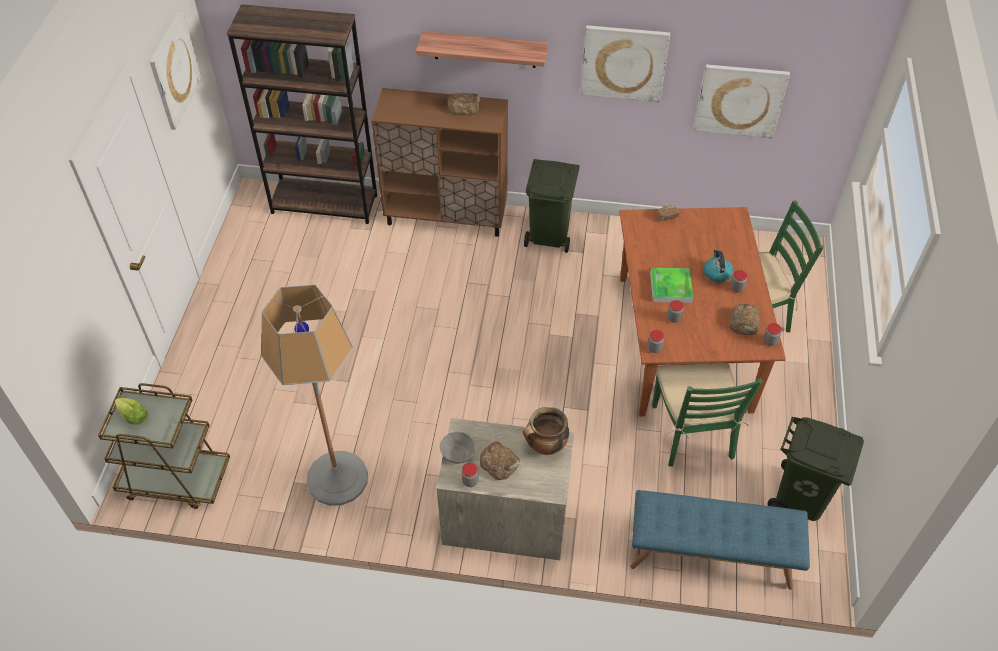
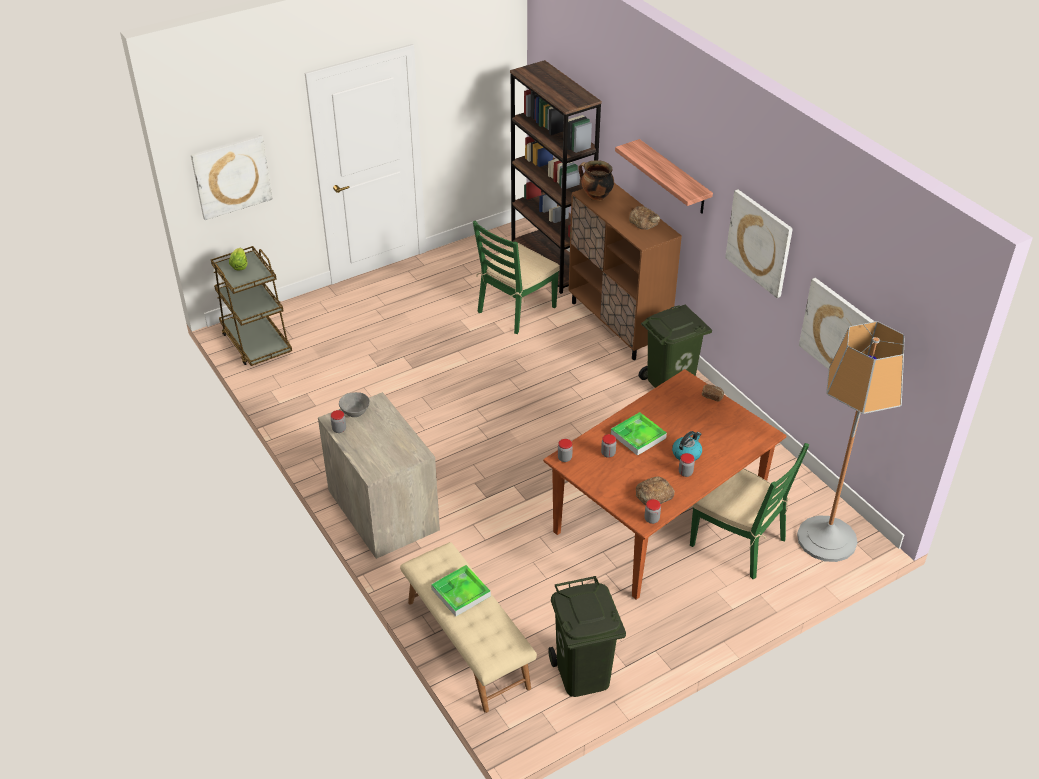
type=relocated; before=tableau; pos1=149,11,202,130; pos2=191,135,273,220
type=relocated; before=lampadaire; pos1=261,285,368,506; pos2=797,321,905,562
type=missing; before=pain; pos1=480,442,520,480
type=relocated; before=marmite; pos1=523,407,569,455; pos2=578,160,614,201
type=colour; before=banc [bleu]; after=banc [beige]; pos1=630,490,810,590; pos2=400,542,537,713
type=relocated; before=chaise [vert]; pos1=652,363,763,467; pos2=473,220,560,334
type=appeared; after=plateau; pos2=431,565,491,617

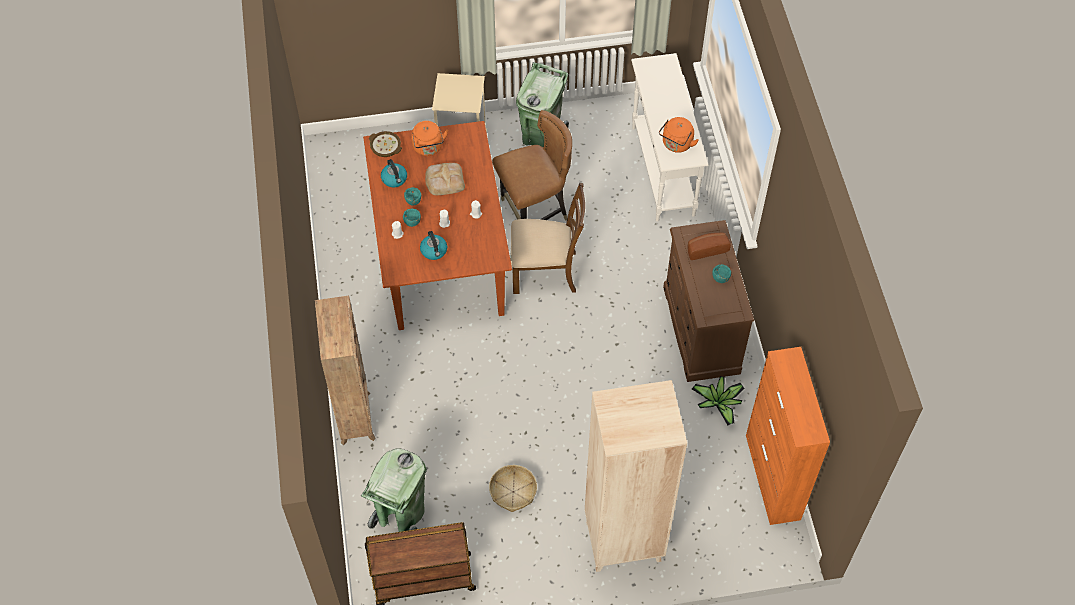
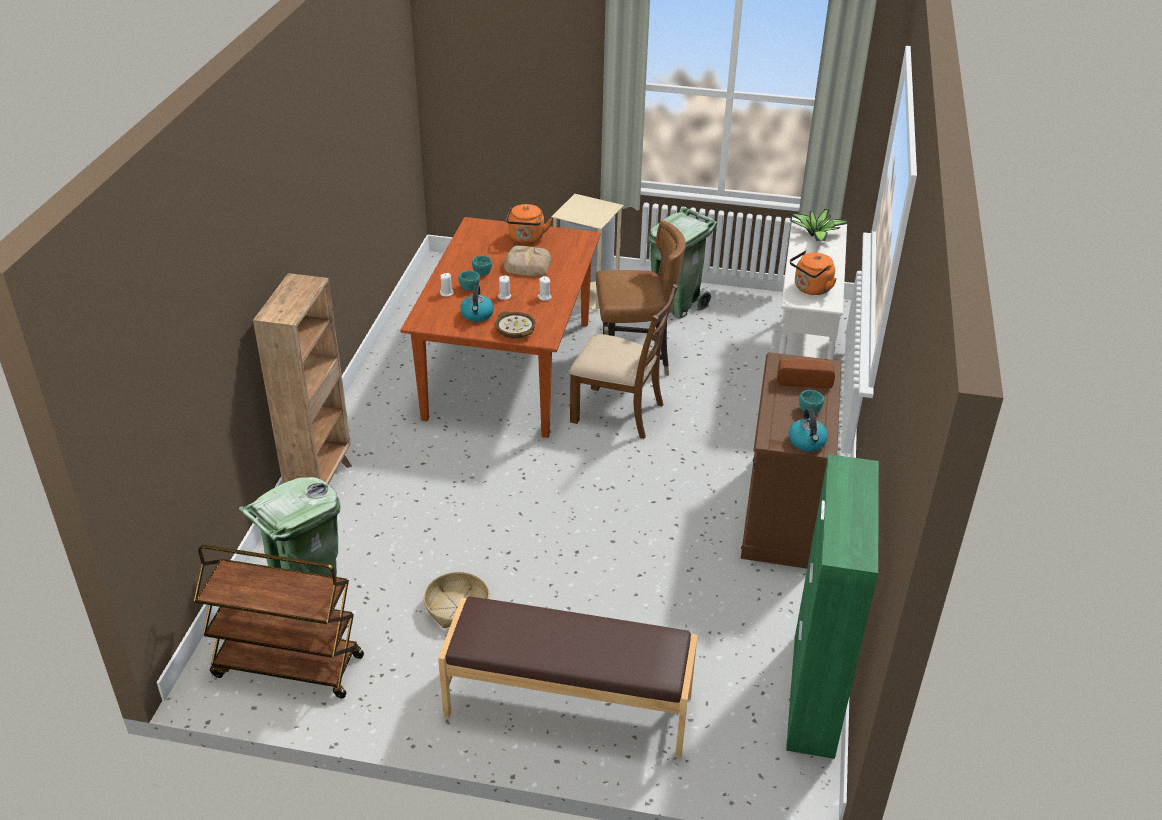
type=relocated; before=bol; pos1=369,131,402,157; pos2=495,311,536,339
type=relocated; before=bouilloire; pos1=381,159,407,187; pos2=788,409,828,451
type=exchanged; before=bibliothèque [beige]; after=banc [marron]; pos1=585,380,687,572; pos2=438,596,698,758
type=relocated; before=plante en pot; pos1=692,376,744,425; pos2=790,209,848,241
type=colour; before=meuble de rangement [orange]; after=meuble de rangement [vert]; pos1=746,347,830,525; pos2=786,454,879,759

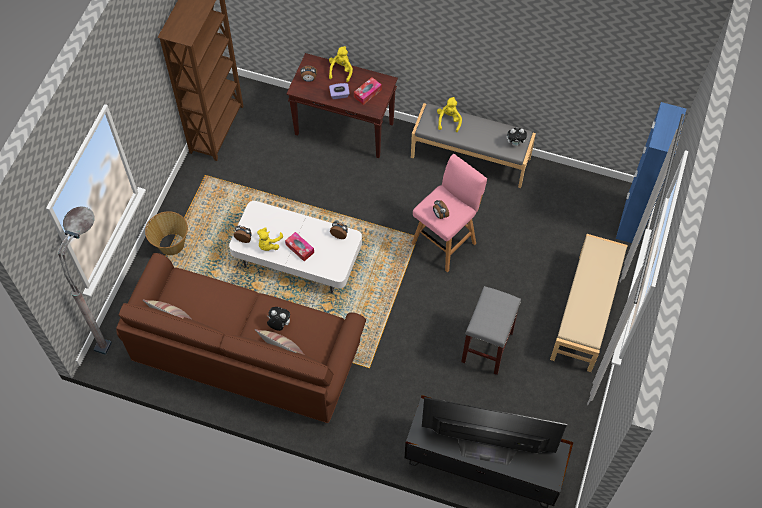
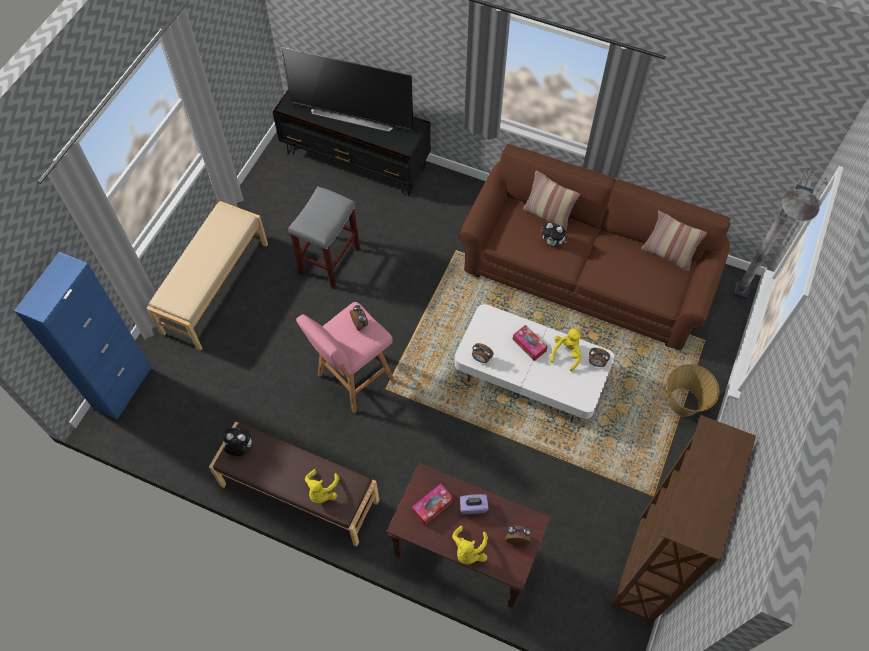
type=colour; before=banc [gris]; after=banc [marron]; pos1=411,103,536,188; pos2=209,422,379,547

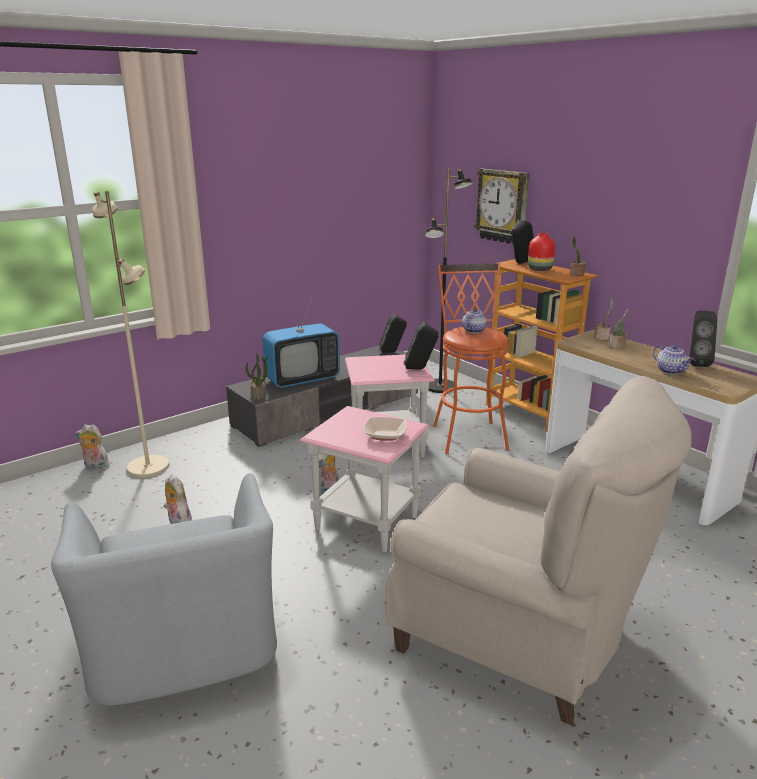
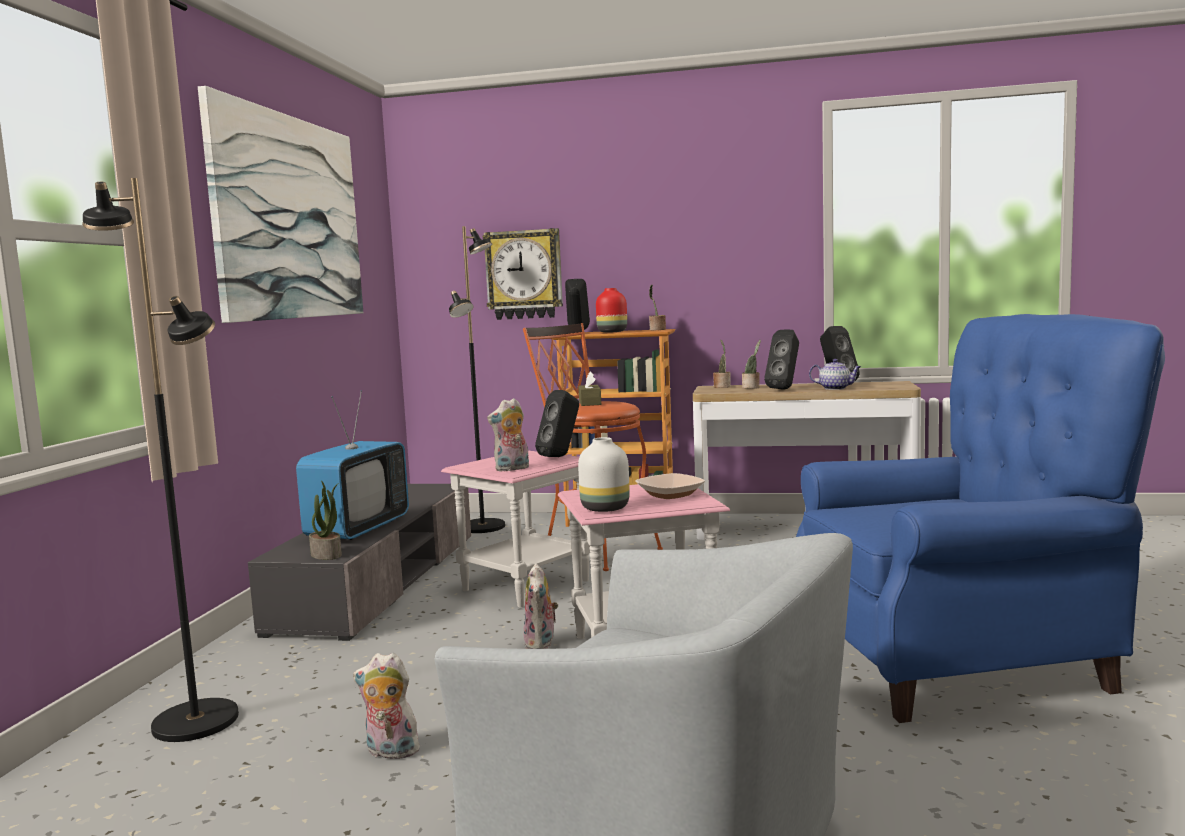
type=relocated; before=peluche; pos1=75,424,110,471; pos2=487,398,529,472
type=colour; before=lampadaire [beige]; after=lampadaire [noir]; pos1=92,191,169,478; pos2=82,178,239,742
type=relocated; before=enceinte [noir]; pos1=379,314,407,353; pos2=764,330,799,390
type=colour; before=fauteuil [beige]; after=fauteuil [bleu]; pos1=385,376,692,725; pos2=796,314,1165,723
type=exchanged; before=théière; after=boîte à mouchoirs [marron]; pos1=462,308,486,333; pos2=578,371,601,406
type=appeared; after=tableau; pos2=198,86,363,323
type=appeared; after=vase [blanc]; pos2=578,437,630,512

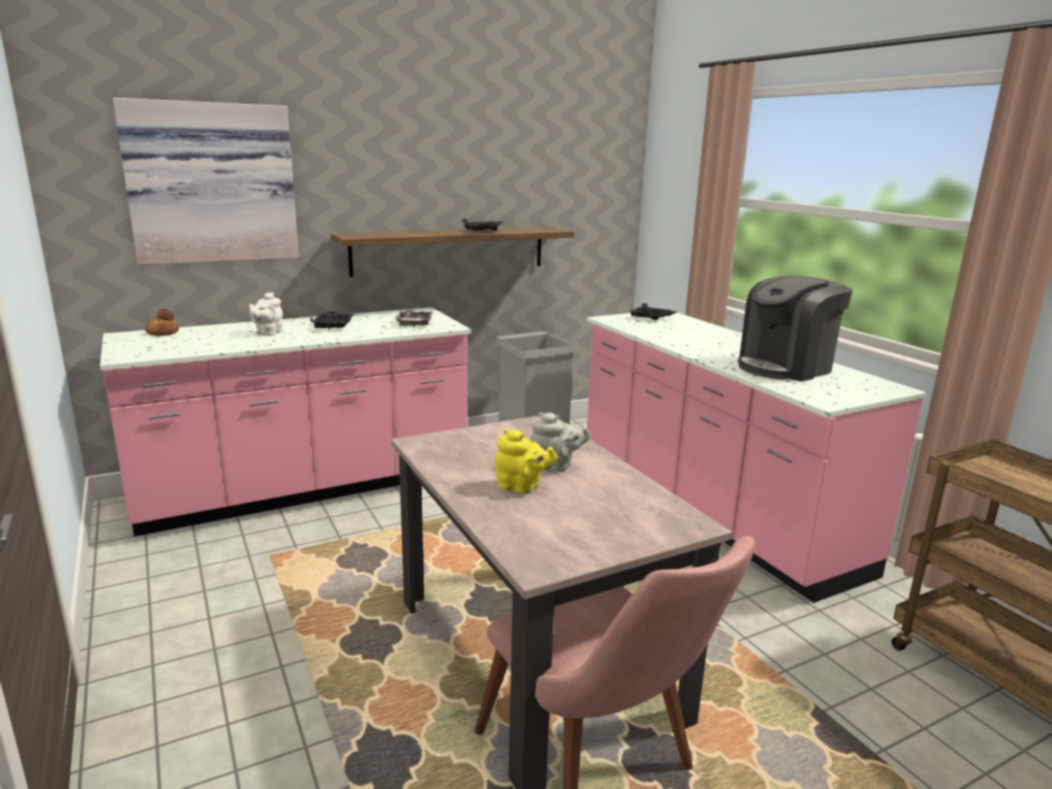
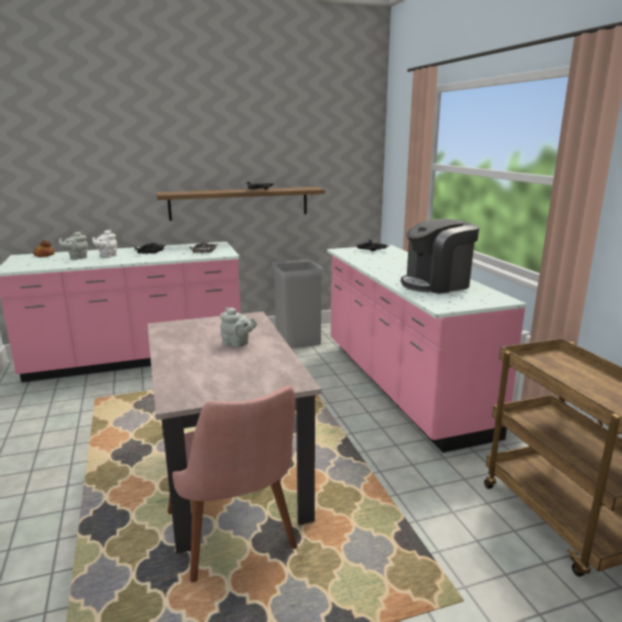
type=missing; before=tableau; pos1=113,98,299,265
type=missing; before=théière [jaune]; pos1=495,429,557,493
type=appeared; after=théière [gris]; pos2=59,232,88,260

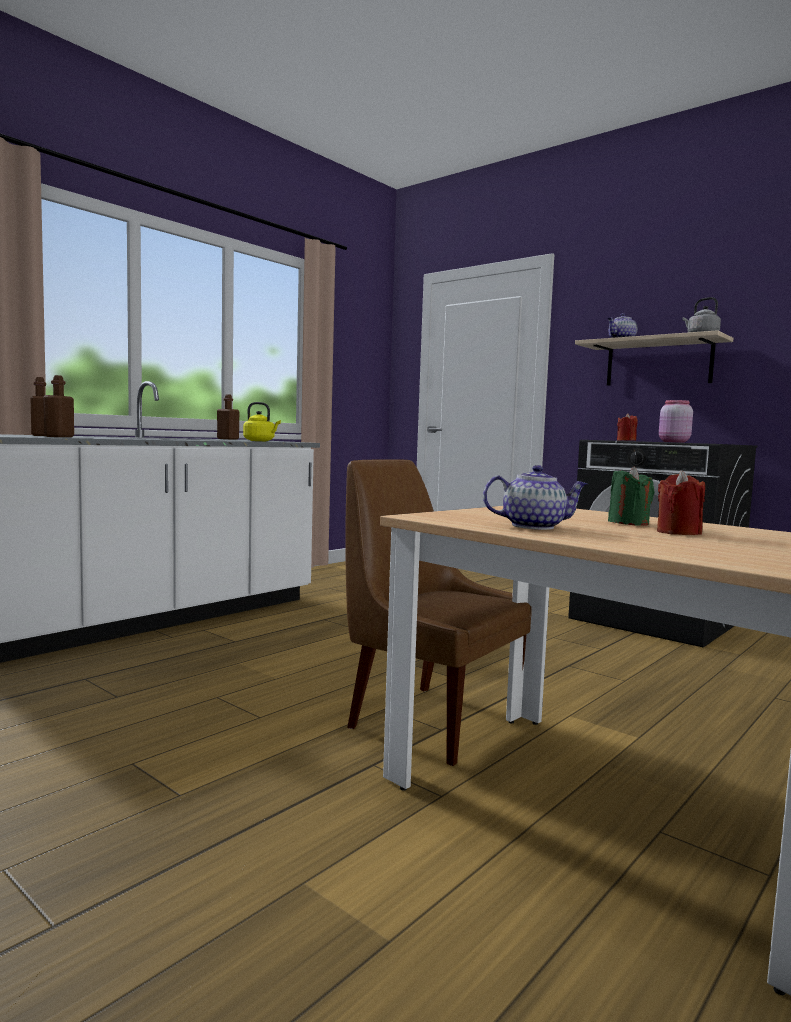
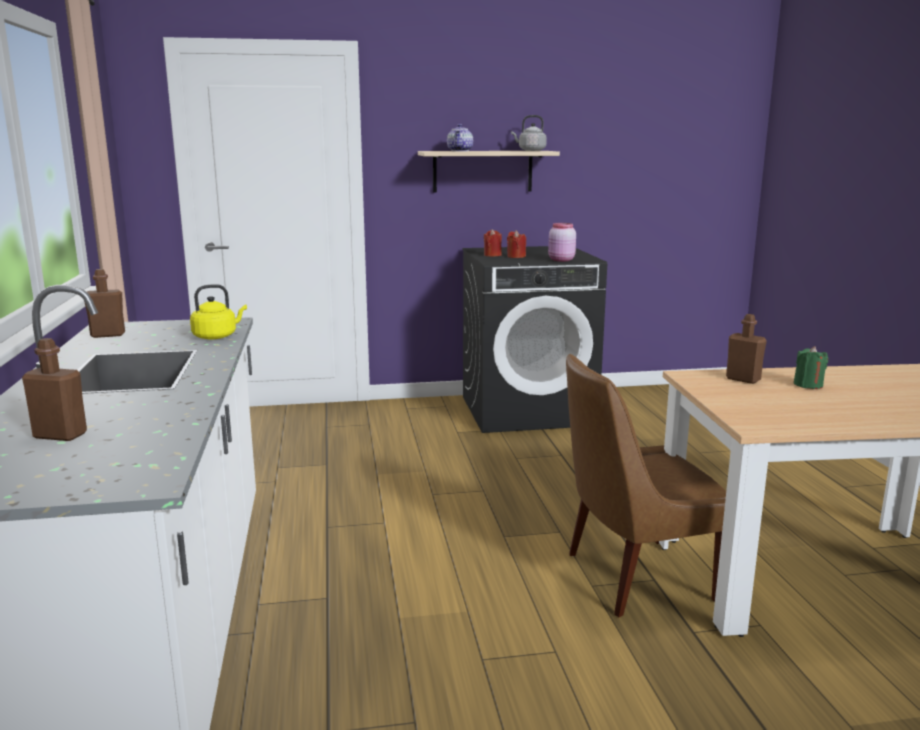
type=relocated; before=bouteille [marron]; pos1=43,375,74,437; pos2=726,314,767,384
type=missing; before=théière; pos1=483,465,588,530
type=relocated; before=bougie [rouge]; pos1=657,470,705,535; pos2=507,230,526,258

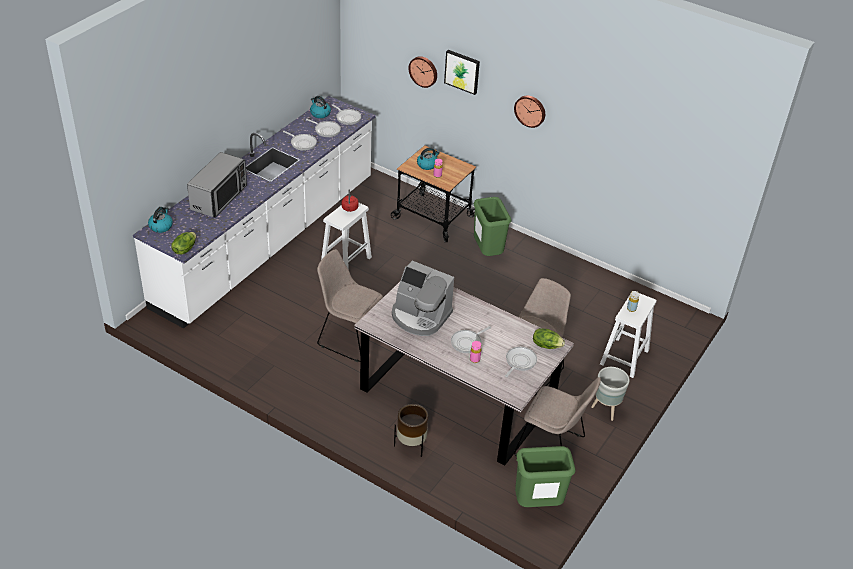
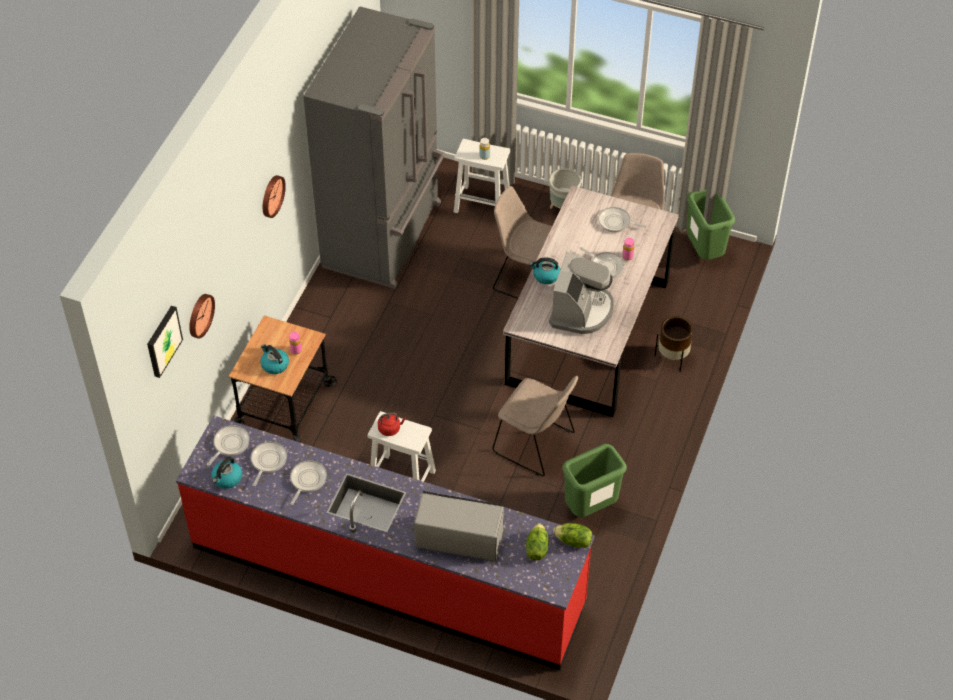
type=colour; before=comptoir de cuisine [blanc]; after=comptoir de cuisine [rouge]; pos1=133,96,375,328; pos2=176,415,595,671
type=relocated; before=bouilloire; pos1=148,207,173,233; pos2=529,257,561,284
type=spun; before=chaise [beige]; pos1=317,249,383,362; pos2=492,376,578,476; turn=-75
type=relocated; before=tableau; pos1=444,50,480,95; pos2=147,306,183,378
type=relocated; before=poubelle [vert]; pos1=473,197,512,256; pos2=562,444,627,517
type=relocated; before=laitue; pos1=533,328,565,349; pos2=526,523,549,560
type=appeared; after=réfrigérateur [gris]; pos2=303,6,445,289

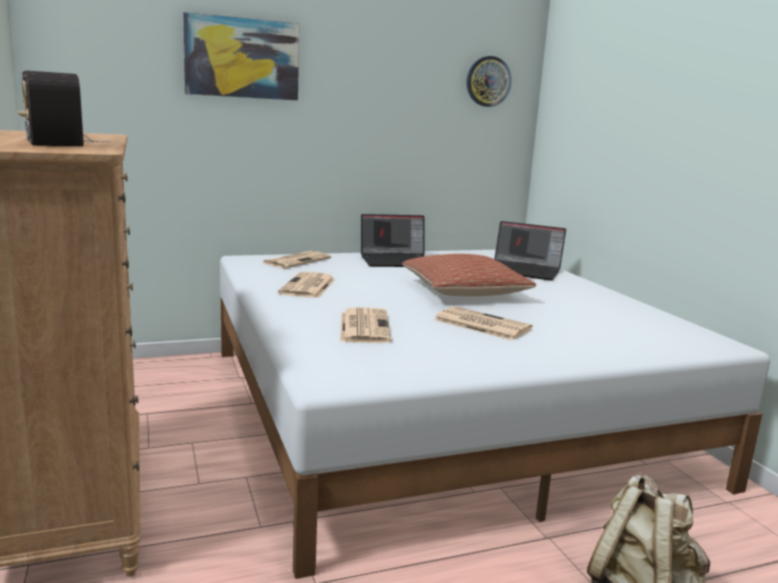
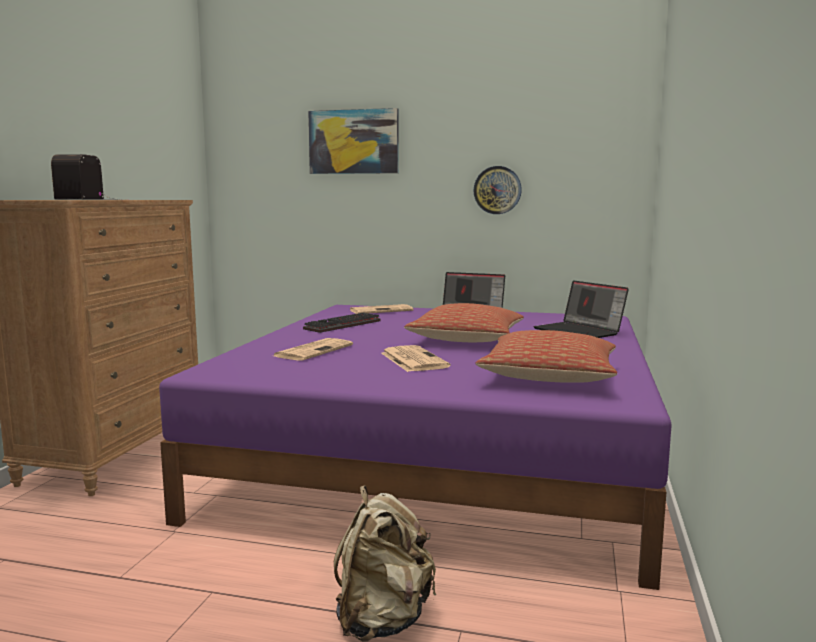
type=colour; before=lit [blanc]; after=lit [violet]; pos1=220,250,770,579; pos2=159,305,672,590
type=exchanged; before=journal; after=clavier; pos1=278,272,336,298; pos2=303,313,381,333
type=relocated; before=horloge murale; pos1=467,56,511,107; pos2=473,166,522,214
type=appeared; after=coussin; pos2=476,330,617,383

